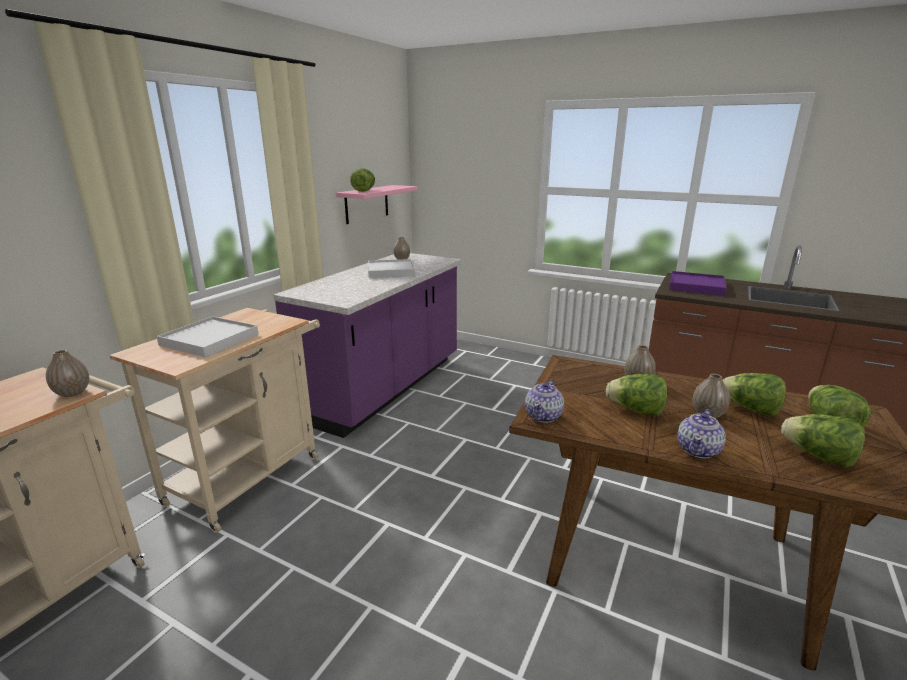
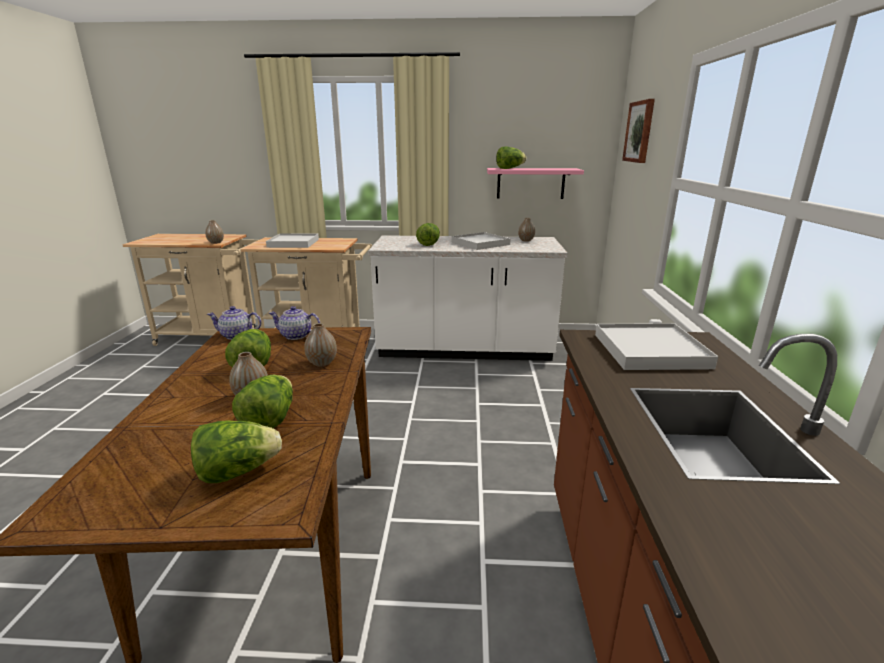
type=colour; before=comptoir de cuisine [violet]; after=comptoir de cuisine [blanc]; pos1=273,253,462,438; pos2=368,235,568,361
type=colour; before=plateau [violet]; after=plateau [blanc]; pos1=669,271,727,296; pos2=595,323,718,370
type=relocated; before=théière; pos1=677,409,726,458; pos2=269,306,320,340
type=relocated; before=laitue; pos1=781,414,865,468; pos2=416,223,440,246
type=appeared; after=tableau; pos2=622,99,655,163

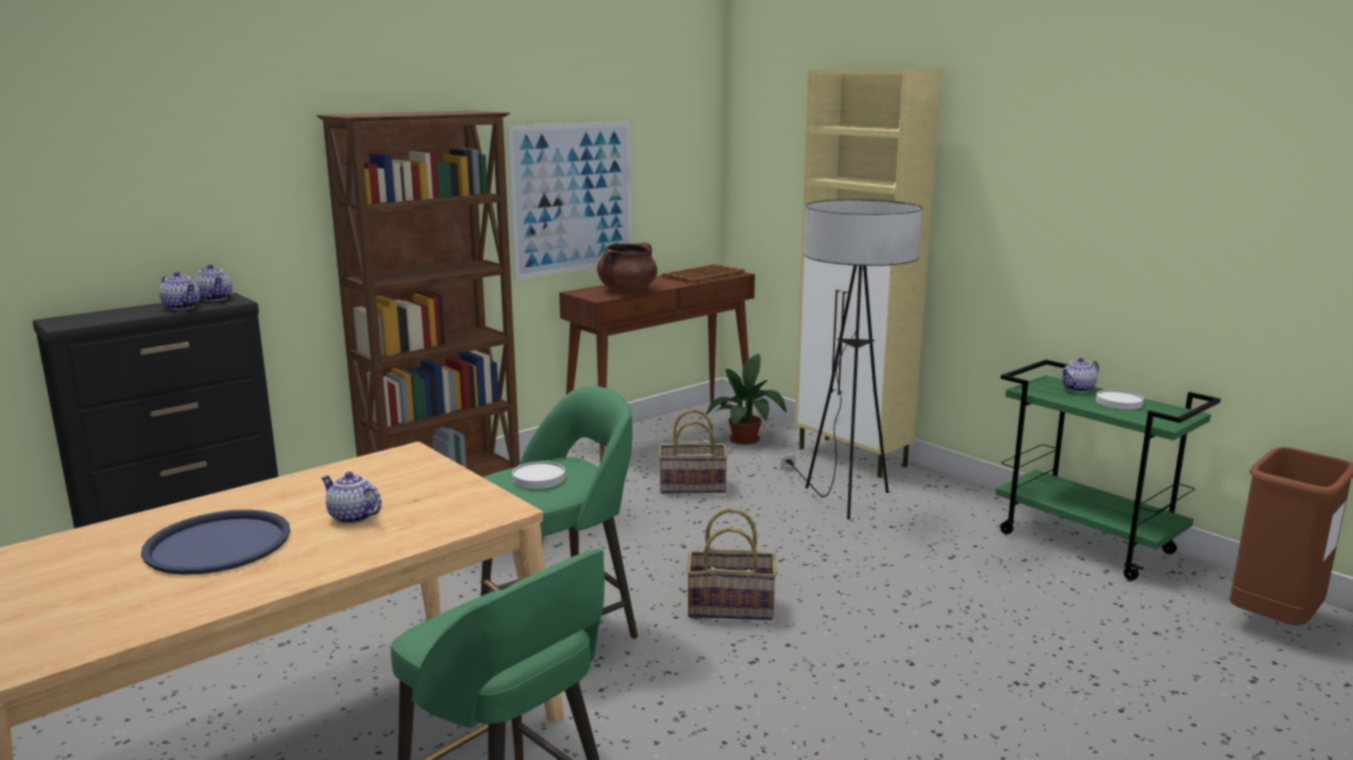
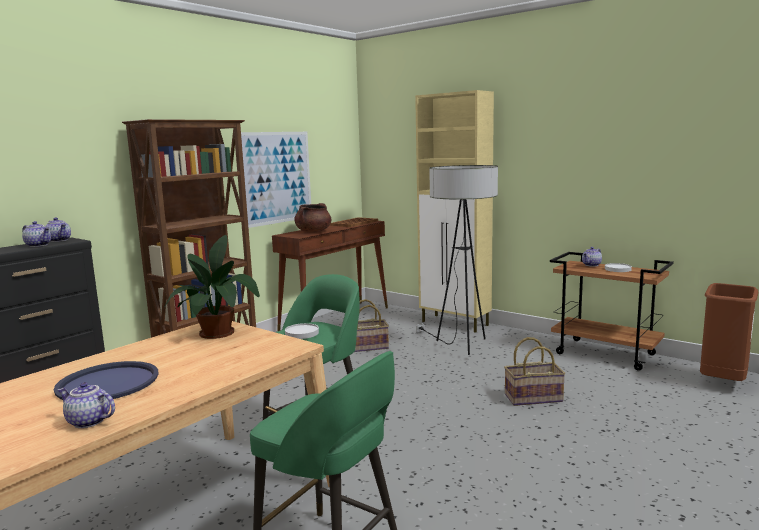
type=relocated; before=théière; pos1=321,472,382,524; pos2=58,382,115,428
type=relocated; before=panier; pos1=687,508,777,620; pos2=504,337,565,406
type=relocated; before=plante en pot; pos1=706,354,787,445; pos2=164,235,260,339
type=colour; before=chariot [vert]; after=chariot [marron]; pos1=995,360,1221,581; pos2=550,252,674,371

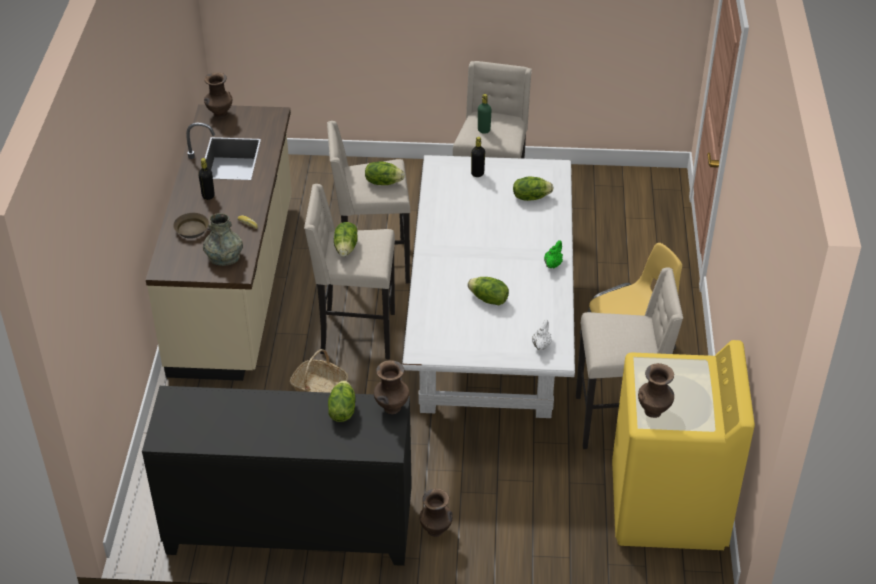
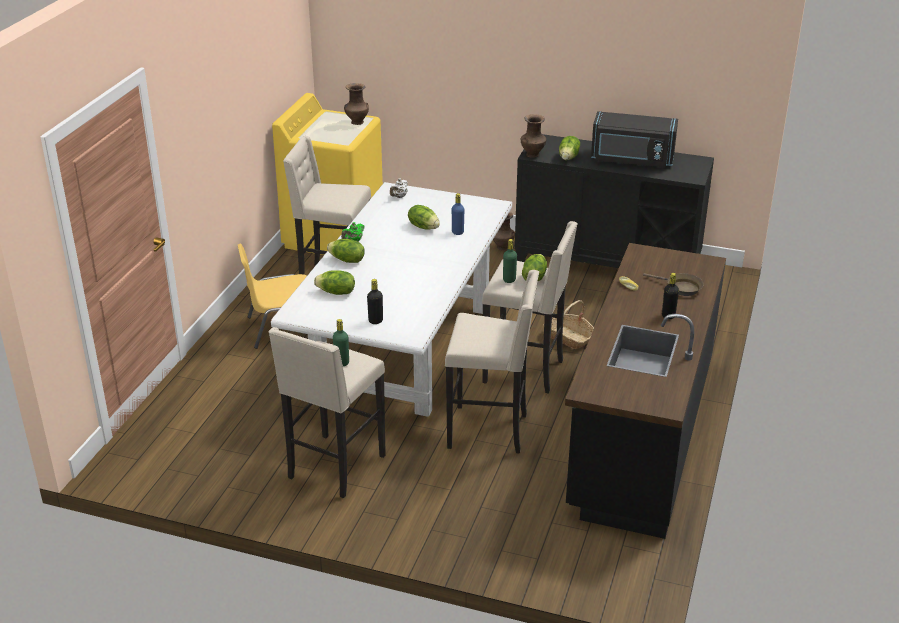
type=colour; before=comptoir de cuisine [beige]; after=comptoir de cuisine [noir]; pos1=146,104,292,381; pos2=565,243,726,539
type=missing; before=vase [gris]; pos1=203,213,243,266
type=missing; before=vase [marron]; pos1=204,72,232,118
type=relocated; before=laitue; pos1=365,161,405,185; pos2=327,239,365,263
type=appeared; after=bouteille [bleu]; pos2=452,193,464,235
type=appeared; after=bouteille [vert]; pos2=503,239,517,283
type=appeared; after=micro-ondes [noir]; pos2=591,111,678,168

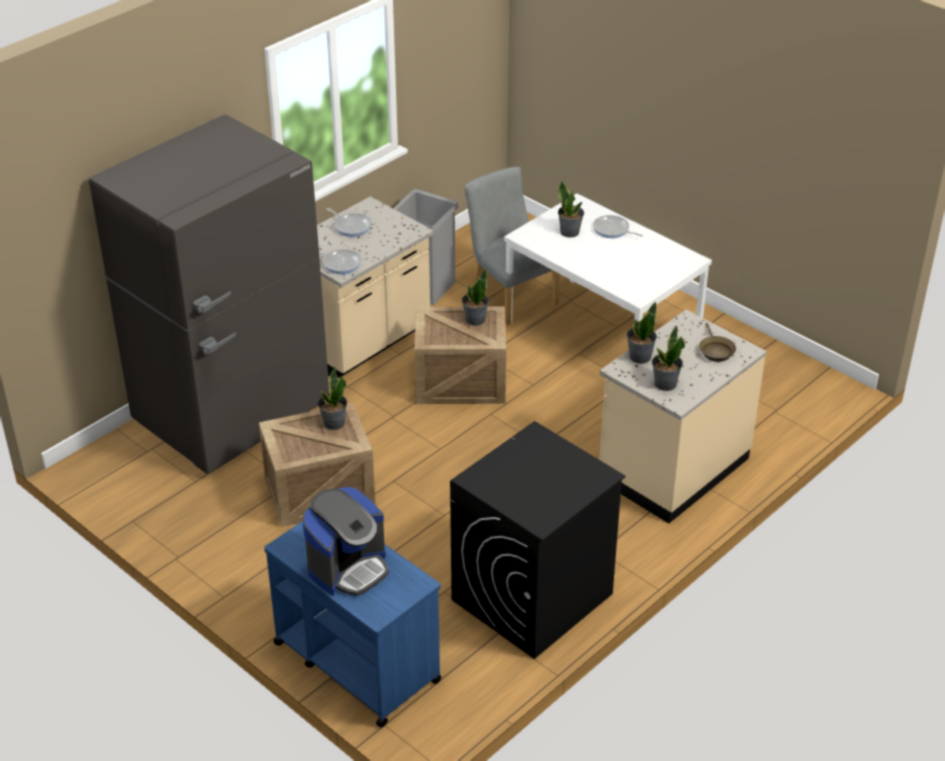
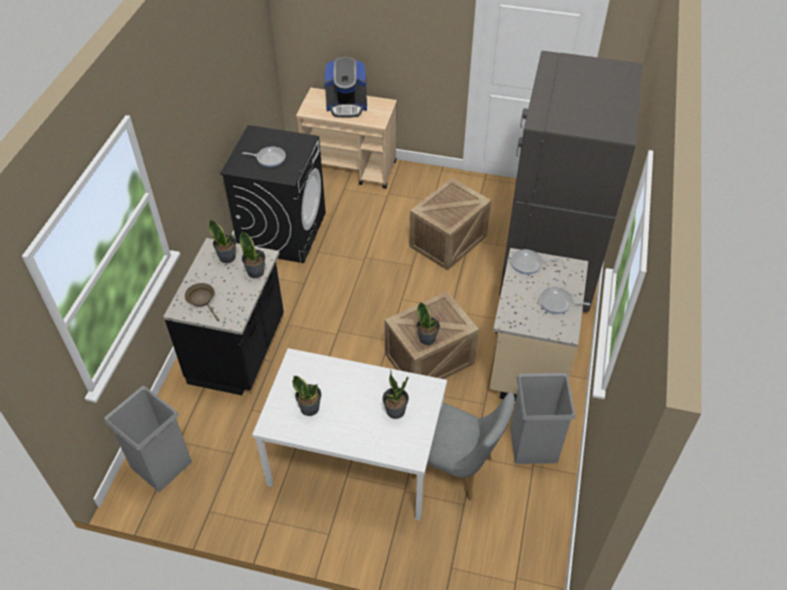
type=colour; before=chariot [bleu]; after=chariot [beige]; pos1=264,521,442,727; pos2=296,88,397,189
type=spun; before=machine à café; pos1=302,487,389,596; pos2=324,57,367,118; turn=-105
type=relocated; before=plante en pot; pos1=318,366,347,430; pos2=292,376,321,416
type=relocated; before=poêle; pos1=593,215,643,238; pos2=242,147,286,167
type=colour; before=comptoir de cuisine [beige]; after=comptoir de cuisine [noir]; pos1=599,310,767,523; pos2=163,238,284,395
type=appeared; after=poubelle [gris]; pos2=104,386,192,492

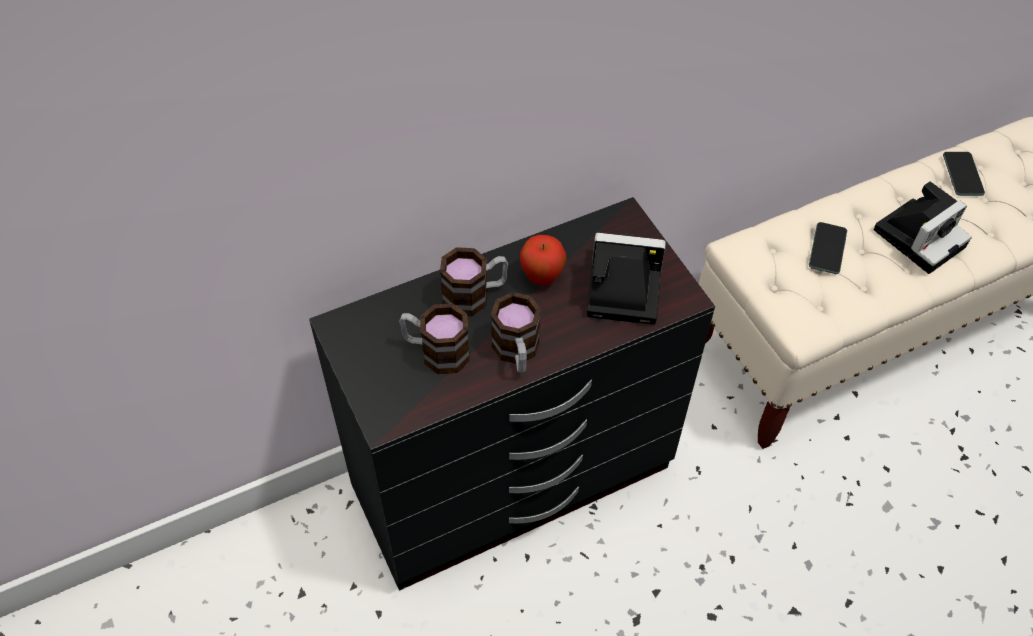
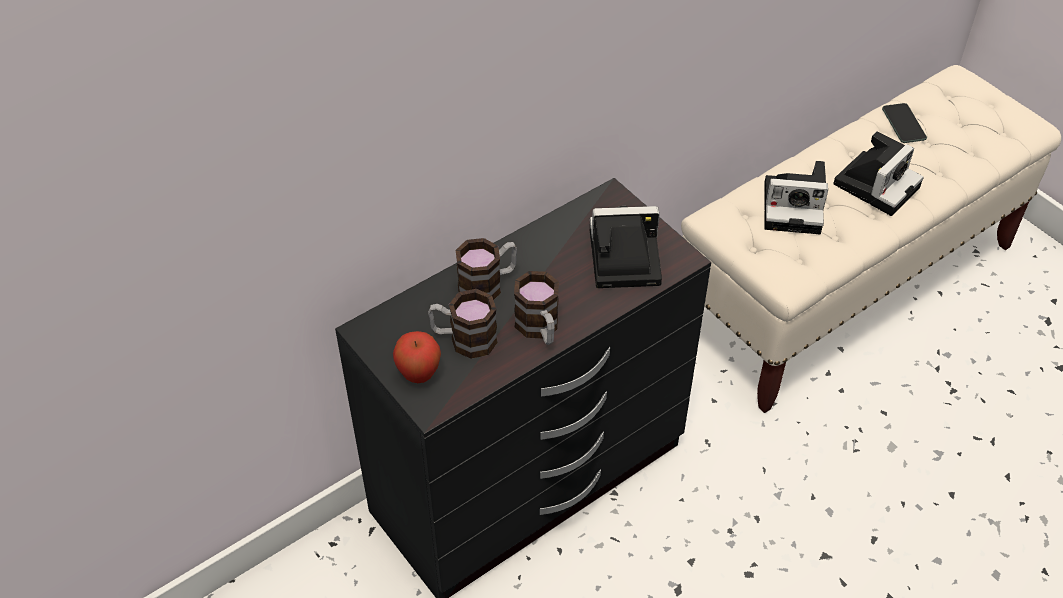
type=relocated; before=pomme; pos1=520,235,566,286; pos2=393,331,441,383
type=exchanged; before=téléphone; after=appareil photo; pos1=809,222,847,274; pos2=764,161,828,234

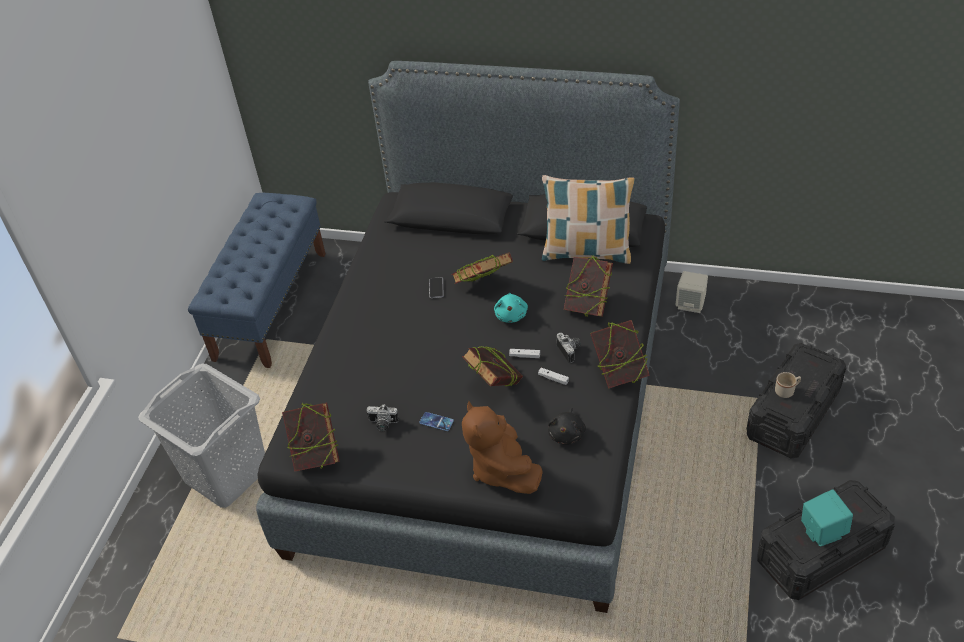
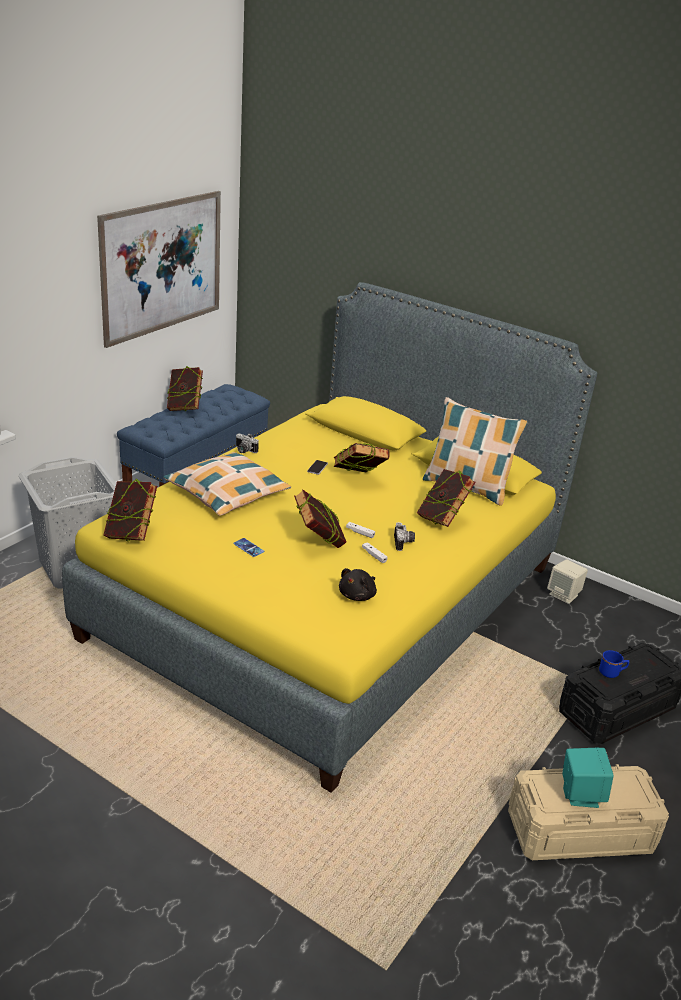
type=colour; before=lit [noir]; after=lit [jaune]; pos1=256,61,680,613; pos2=62,282,597,793
type=relocated; before=appareil photo; pos1=366,404,399,431; pos2=236,433,259,453
type=missing; before=peluche [marron]; pos1=462,401,543,494
type=missing; before=peluche [turquoise]; pos1=494,293,528,323
type=relocated; before=livre; pos1=590,320,650,388; pos2=167,366,203,411
type=colour; before=boîte de rangement [noir]; after=boîte de rangement [beige]; pos1=757,480,895,600; pos2=508,764,669,860
type=colour; before=mug [beige]; after=mug [bleu]; pos1=775,372,801,398; pos2=599,650,629,678
type=appeared; after=tableau; pos2=97,191,221,348
type=appeared; after=coussin; pos2=163,452,291,516

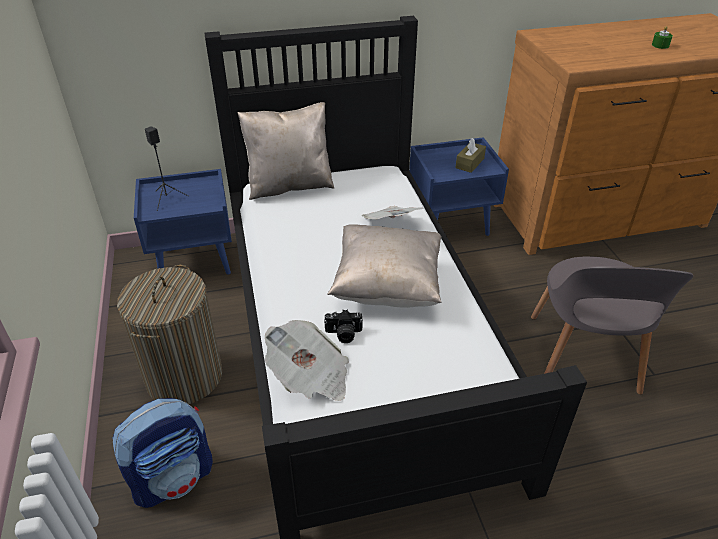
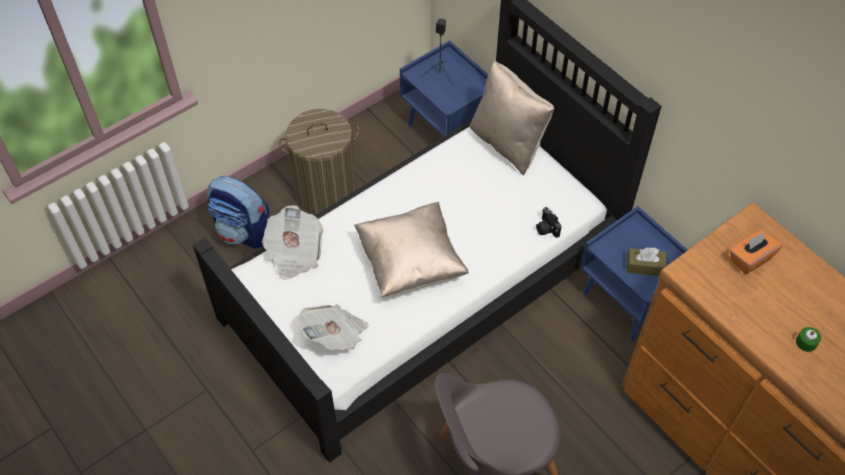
type=relocated; before=appareil photo; pos1=324,310,363,343; pos2=536,207,561,238
type=relocated; before=journal; pos1=362,206,423,219; pos2=298,304,369,350
type=appeared; after=boîte à mouchoirs [orange]; pos2=730,230,782,274

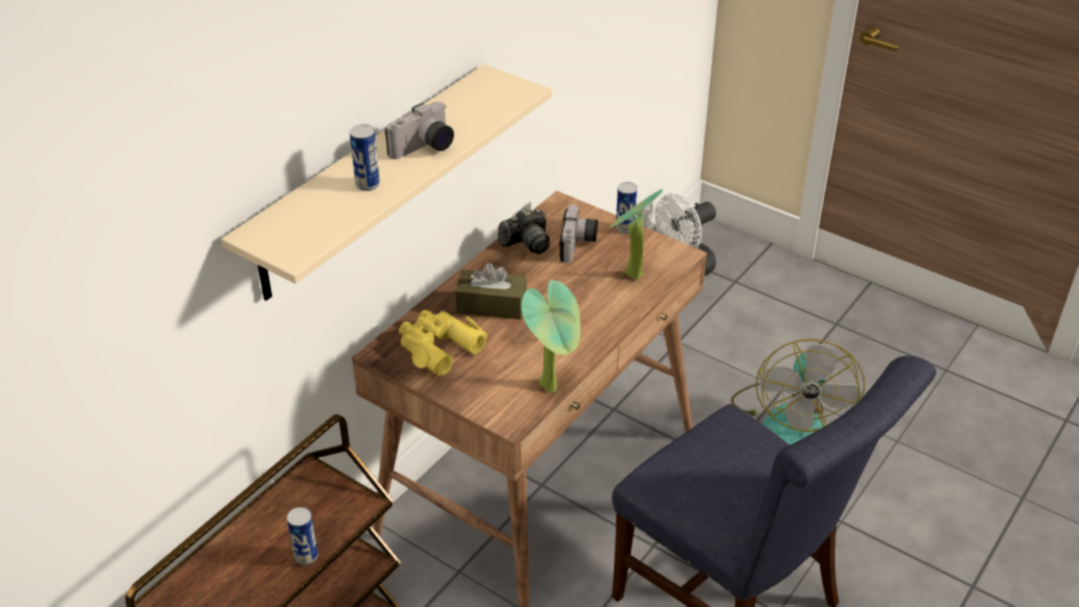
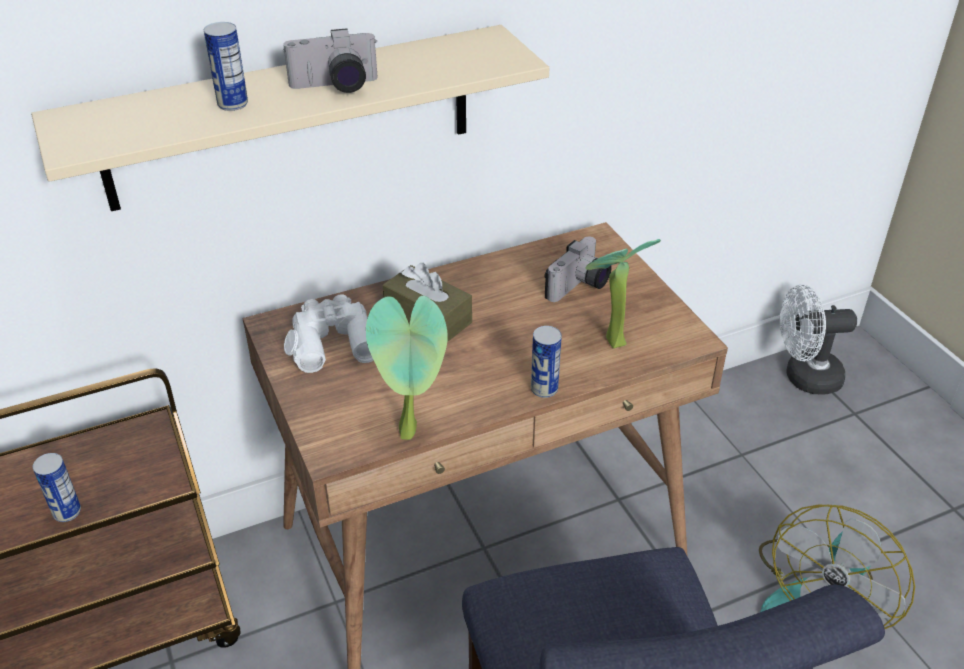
type=colour; before=jumelles [jaune]; after=jumelles [blanc]; pos1=398,310,487,376; pos2=284,294,374,373
type=missing; before=appareil photo; pos1=498,208,550,254
type=relocated; before=boîte métallique; pos1=616,182,637,234; pos2=531,326,562,398

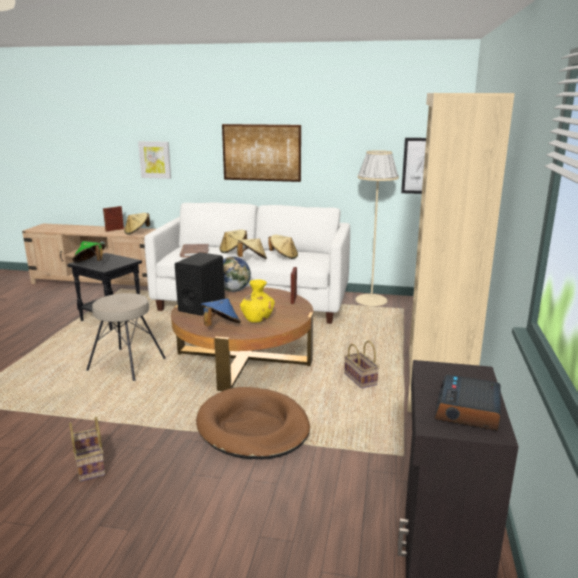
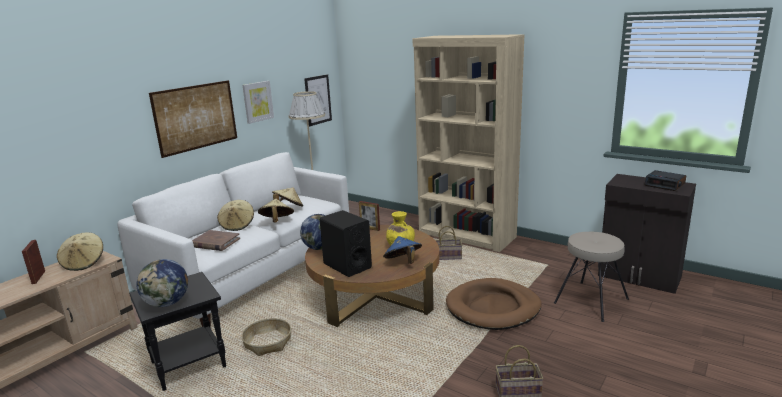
type=exchanged; before=chapeau [vert]; after=globe; pos1=72,241,105,263; pos2=136,259,188,307
type=relocated; before=tabouret [beige]; pos1=86,293,166,381; pos2=554,232,629,322
type=relocated; before=tableau; pos1=138,141,171,179; pos2=243,81,274,124
type=appeared; after=panier; pos2=242,318,291,356

